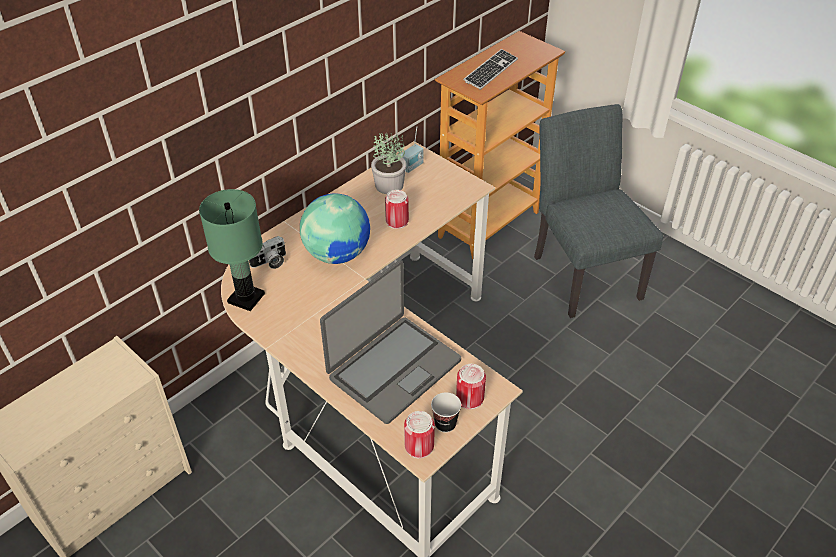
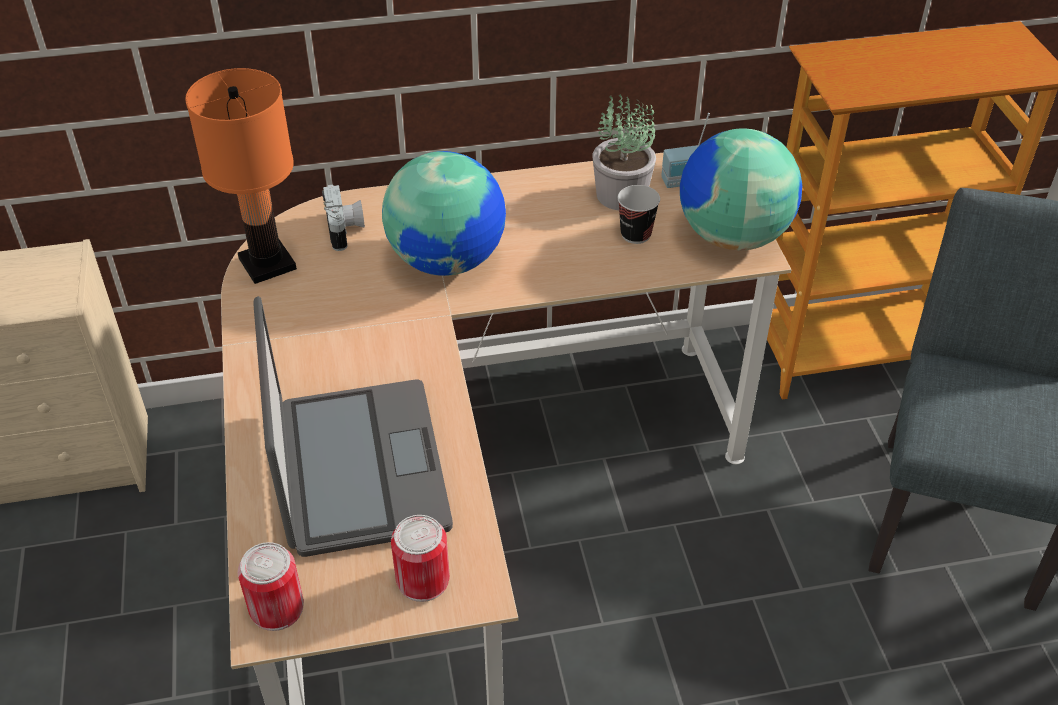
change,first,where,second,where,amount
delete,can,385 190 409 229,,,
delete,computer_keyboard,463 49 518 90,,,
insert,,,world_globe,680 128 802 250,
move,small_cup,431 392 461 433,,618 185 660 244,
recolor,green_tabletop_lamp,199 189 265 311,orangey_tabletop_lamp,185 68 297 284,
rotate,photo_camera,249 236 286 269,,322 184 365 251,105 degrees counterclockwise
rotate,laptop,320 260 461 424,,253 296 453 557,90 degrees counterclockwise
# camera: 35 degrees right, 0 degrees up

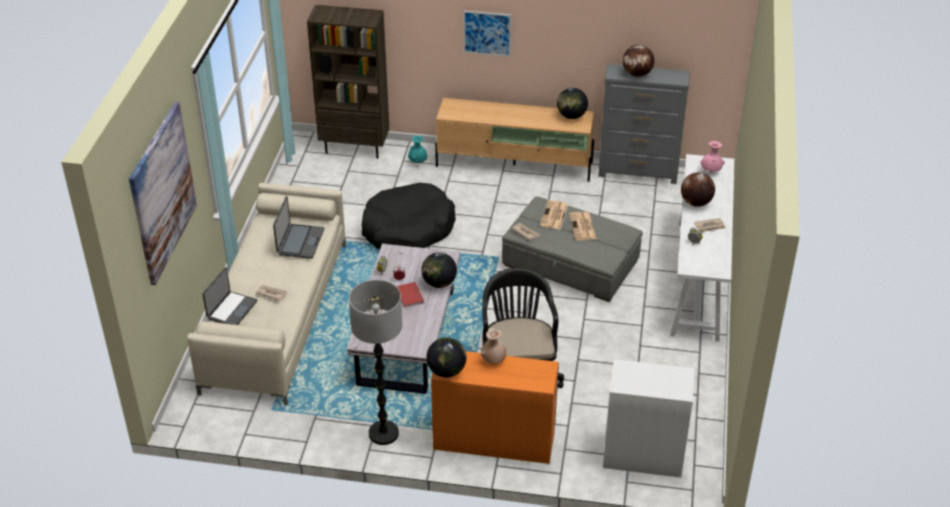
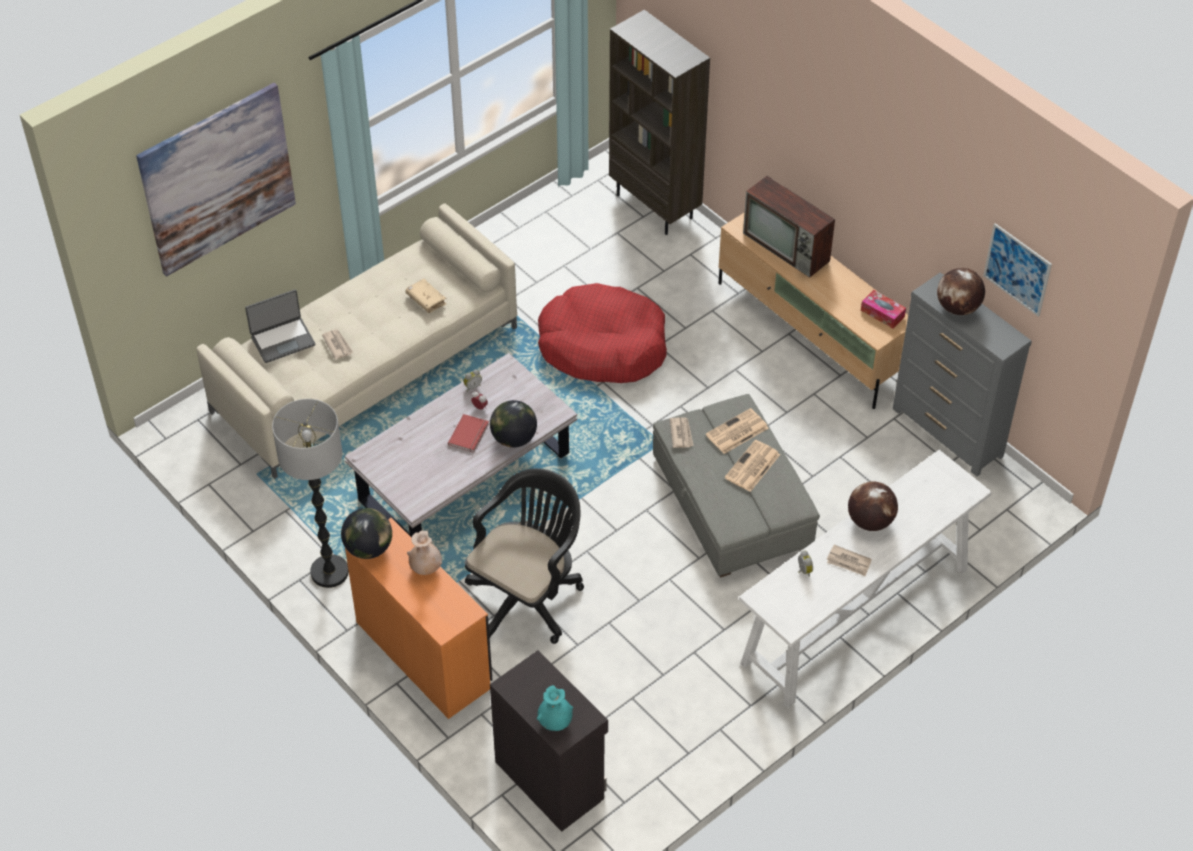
change,first,where,second,where,amount
delete,pink-coloured_vase,700 141 725 172,,,
insert,,,television,743 176 835 278,
move,turquoise-coloured_vase,408 135 427 163,,537 685 573 731,
move,picture,463 11 511 57,,983 223 1052 317,
replace,laptop,273 196 324 259,beige-coloured_volume,405 279 446 313,
replace,world_globe,557 88 588 119,box_of_tissues,861 290 906 328,
recolor,blackish_dog_cushion,362 183 456 250,red_dog_cushion,538 283 667 383,
recolor,white_storage_cabinet,603 359 695 478,blackish_storage_cabinet,490 650 608 832,
# camera: 40 degrees right, 10 degrees up

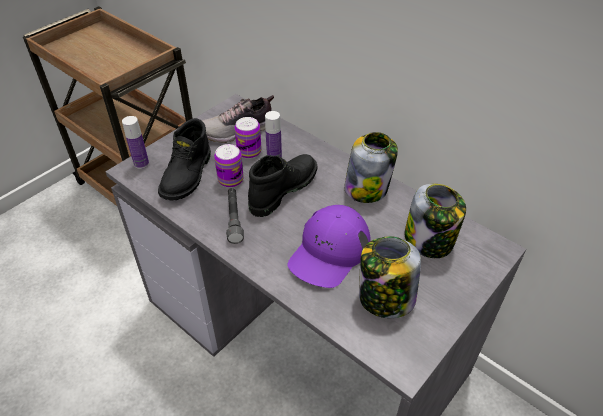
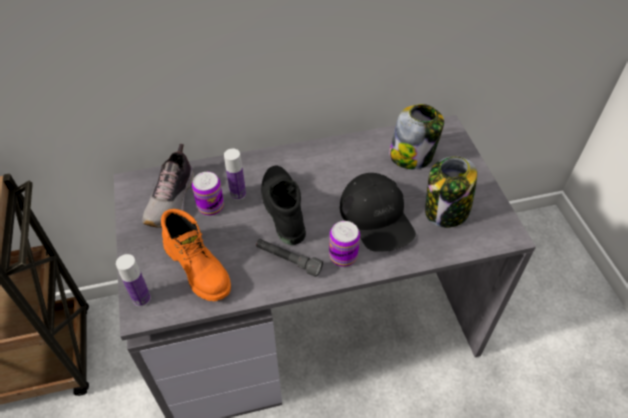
change,first,where,second,where,amount
delete,storage_jar,344 132 398 203,,,
move,can,214 144 244 188,,329 221 360 267,
recolor,blackish_boot,158 118 211 201,orangey_boot,161 209 231 301,
recolor,purplish_baseball_cap,287 205 371 288,blackish_baseball_cap,340 173 416 252,
# camera: 55 degrees left, 5 degrees up

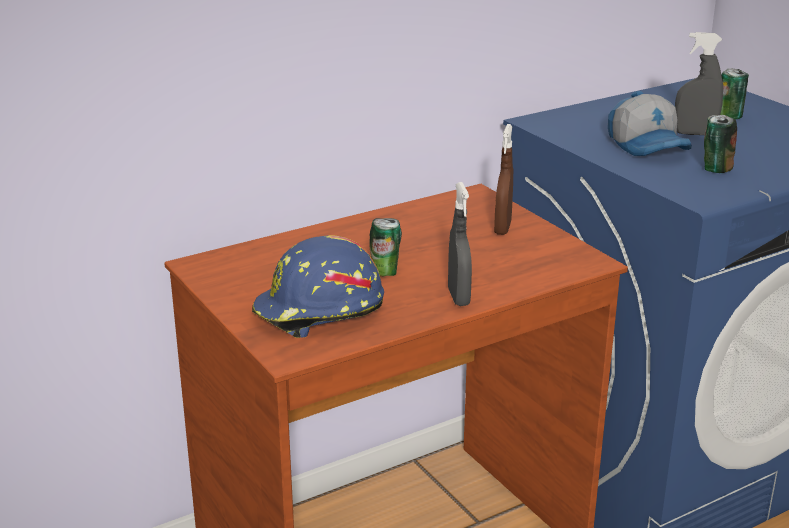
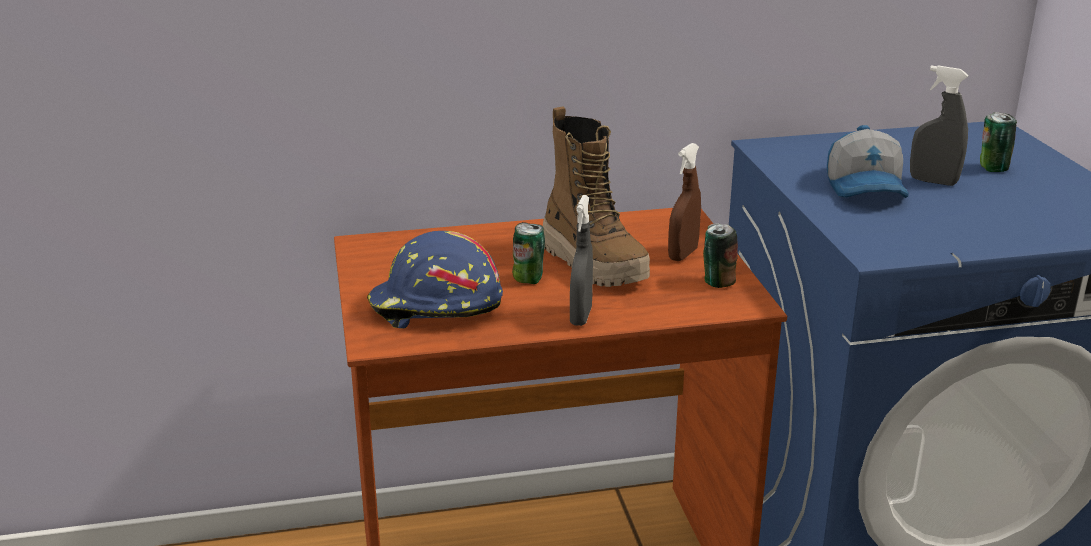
change,first,where,second,where,amount
insert,,,boot,543 106 650 287,
move,can,704 115 737 173,,703 223 738 288,
# camera: 20 degrees right, 0 degrees up

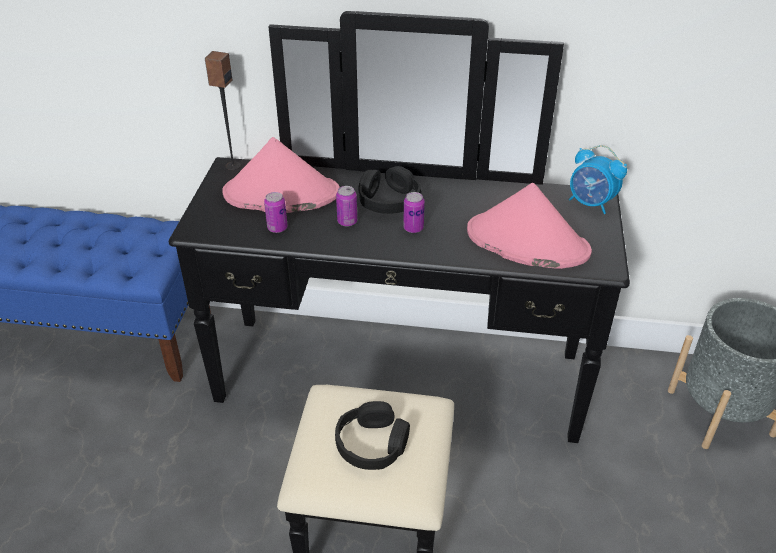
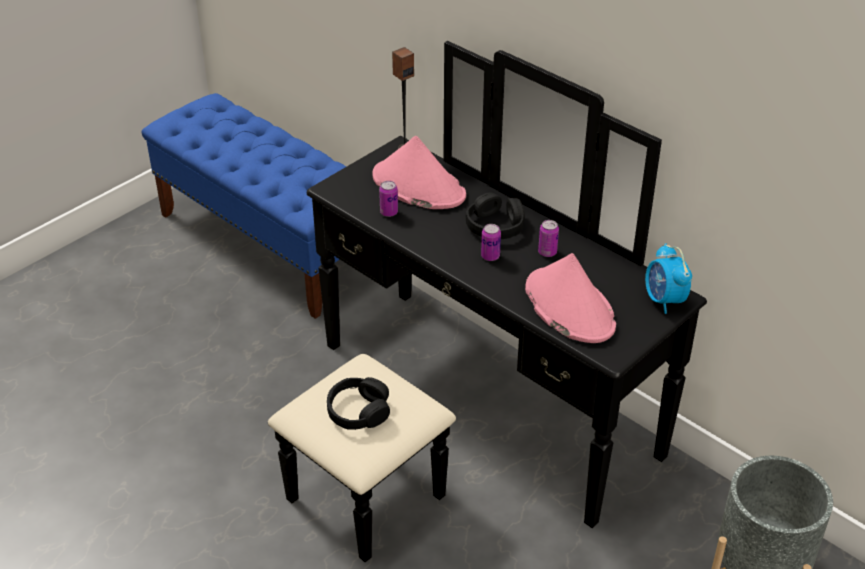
change,first,where,second,where,amount
move,can,336 186 357 227,,538 220 559 257,
# camera: 35 degrees right, 0 degrees up

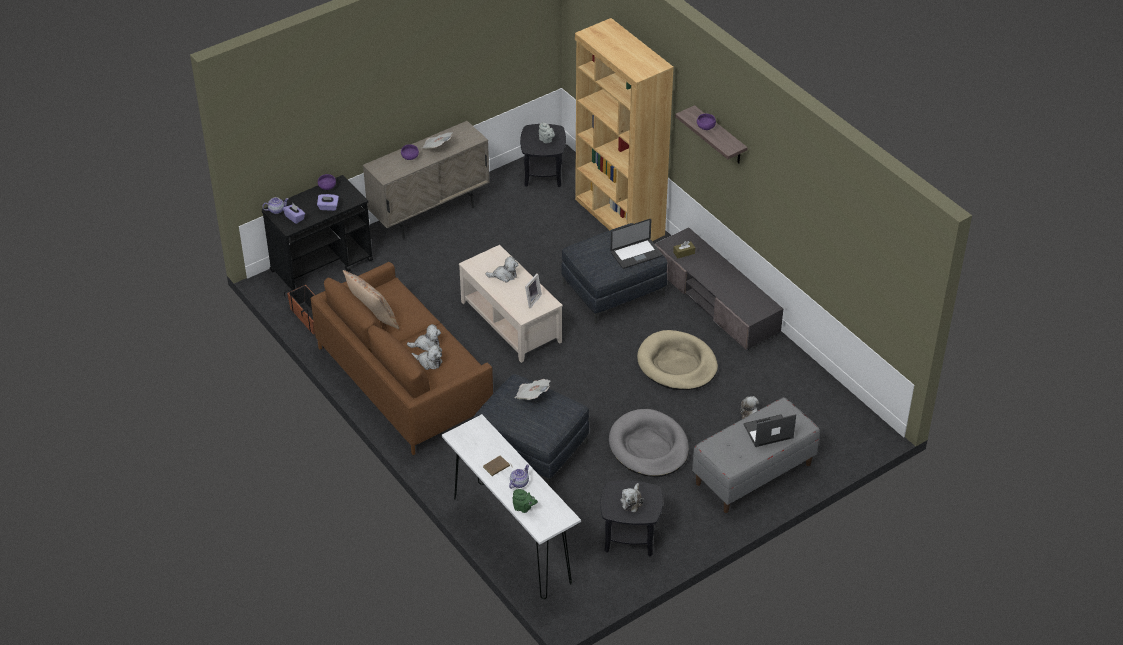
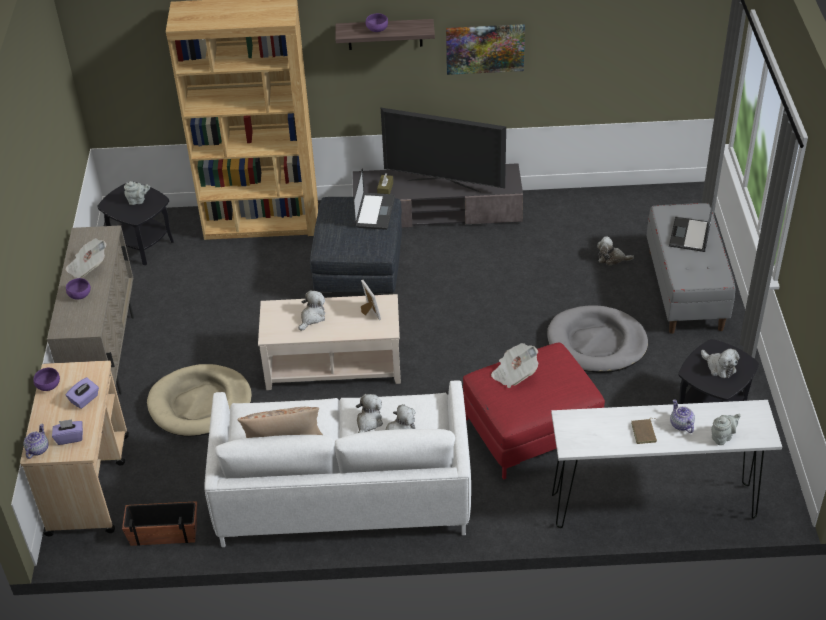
change,first,where,second,where,amount
insert,,,television,381 108 506 193,
insert,,,picture,446 24 525 75,
move,beige-coloured_dog_cushion,637 330 718 390,,147 364 252 436,
recolor,blackish_wheeled_cart,262 175 373 291,beige-coloured_wheeled_cart,20 360 129 536,
recolor,brown-coloured_settee,311 262 493 455,white_settee,204 380 471 547,
recolor,gray_ottoman,473 374 589 486,red_ottoman,463 342 605 480,
recolor,green_tea_pot,513 489 538 513,gray_tea_pot,711 414 741 445,
# camera: 55 degrees left, 0 degrees up

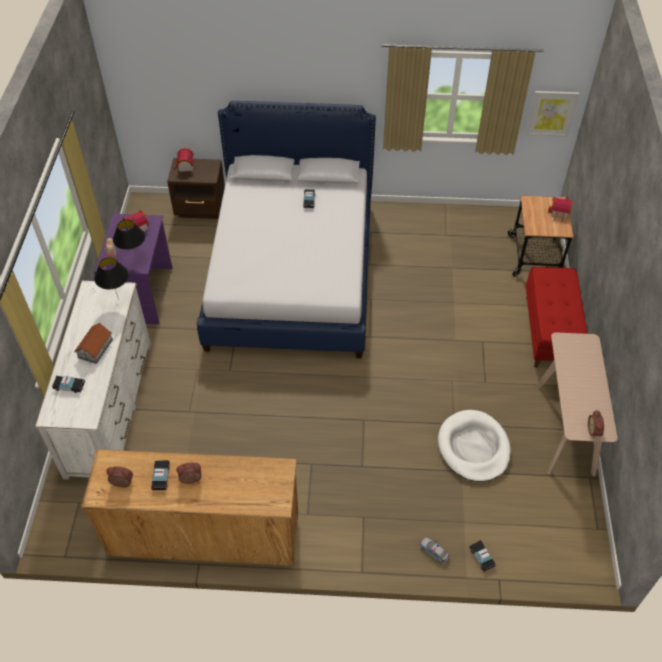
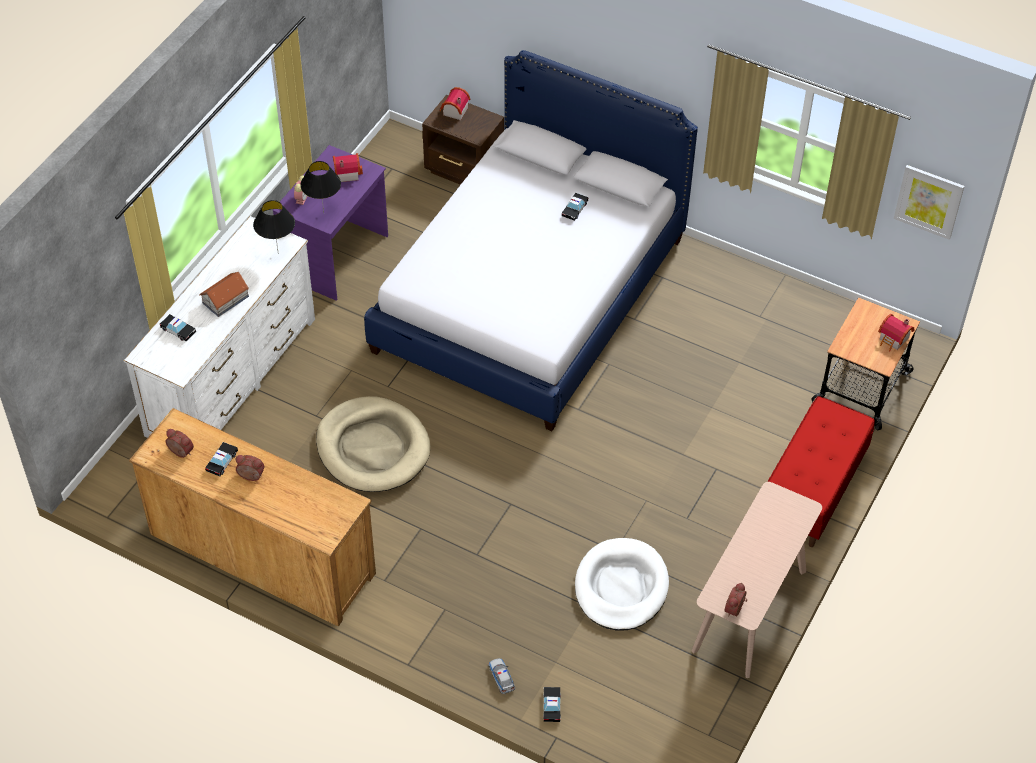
change,first,where,second,where,amount
insert,,,beige-coloured_dog_cushion,316 396 431 492,
# camera: 25 degrees right, 0 degrees up

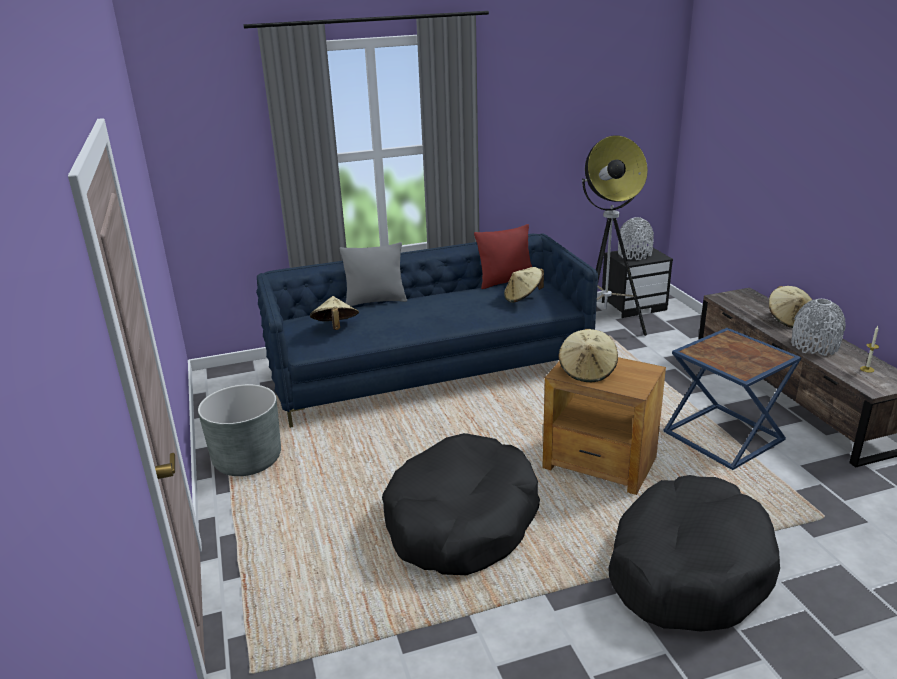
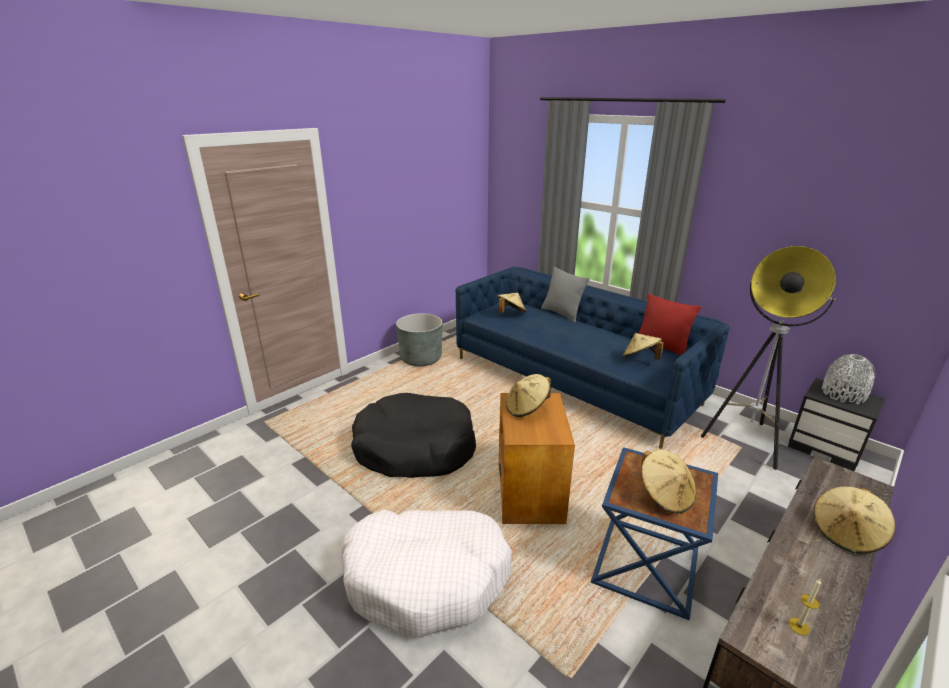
change,first,where,second,where,amount
delete,gray_vase,791 299 846 356,,,
insert,,,beige-coloured_clothing_hat,641 449 696 514,
recolor,blackish_dog_cushion,609 475 780 632,white_dog_cushion,342 510 512 636,
# camera: 60 degrees right, 0 degrees up

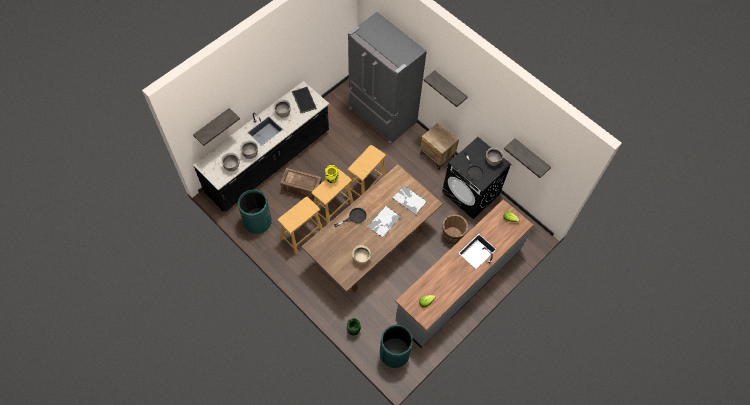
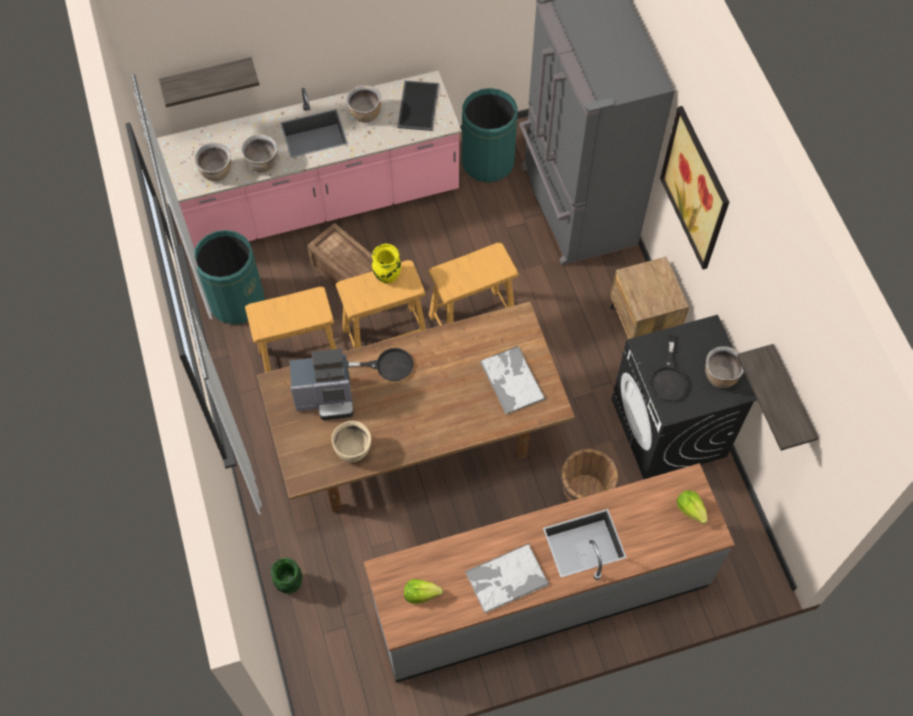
change,first,where,second,where,amount
insert,,,coffee_maker,289 349 354 420,
move,carrying_tray,367 206 401 238,,465 543 549 613,
move,green_trash_can,380 325 413 368,,462 88 518 183,
replace,shelf,424 70 468 107,picture,660 106 729 270,
recolor,blackish_kitchen_counter,192 81 329 212,pink-coloured_kitchen_counter,157 71 462 254,
# camera: 30 degrees right, 0 degrees up

